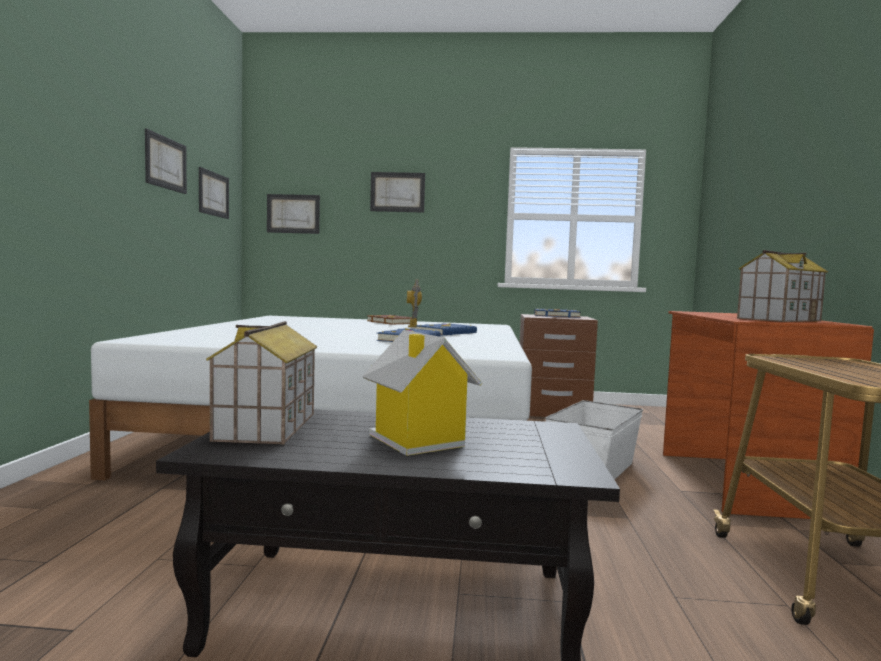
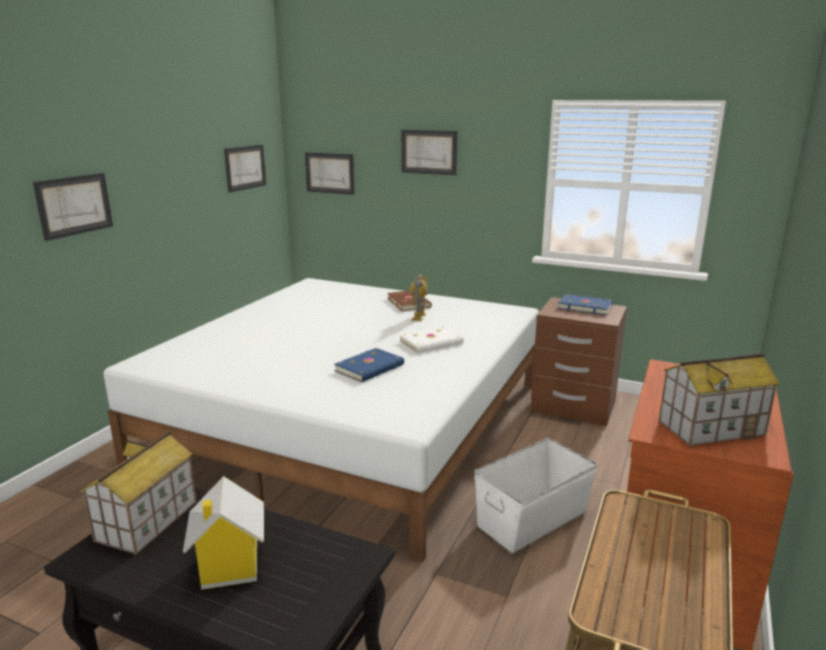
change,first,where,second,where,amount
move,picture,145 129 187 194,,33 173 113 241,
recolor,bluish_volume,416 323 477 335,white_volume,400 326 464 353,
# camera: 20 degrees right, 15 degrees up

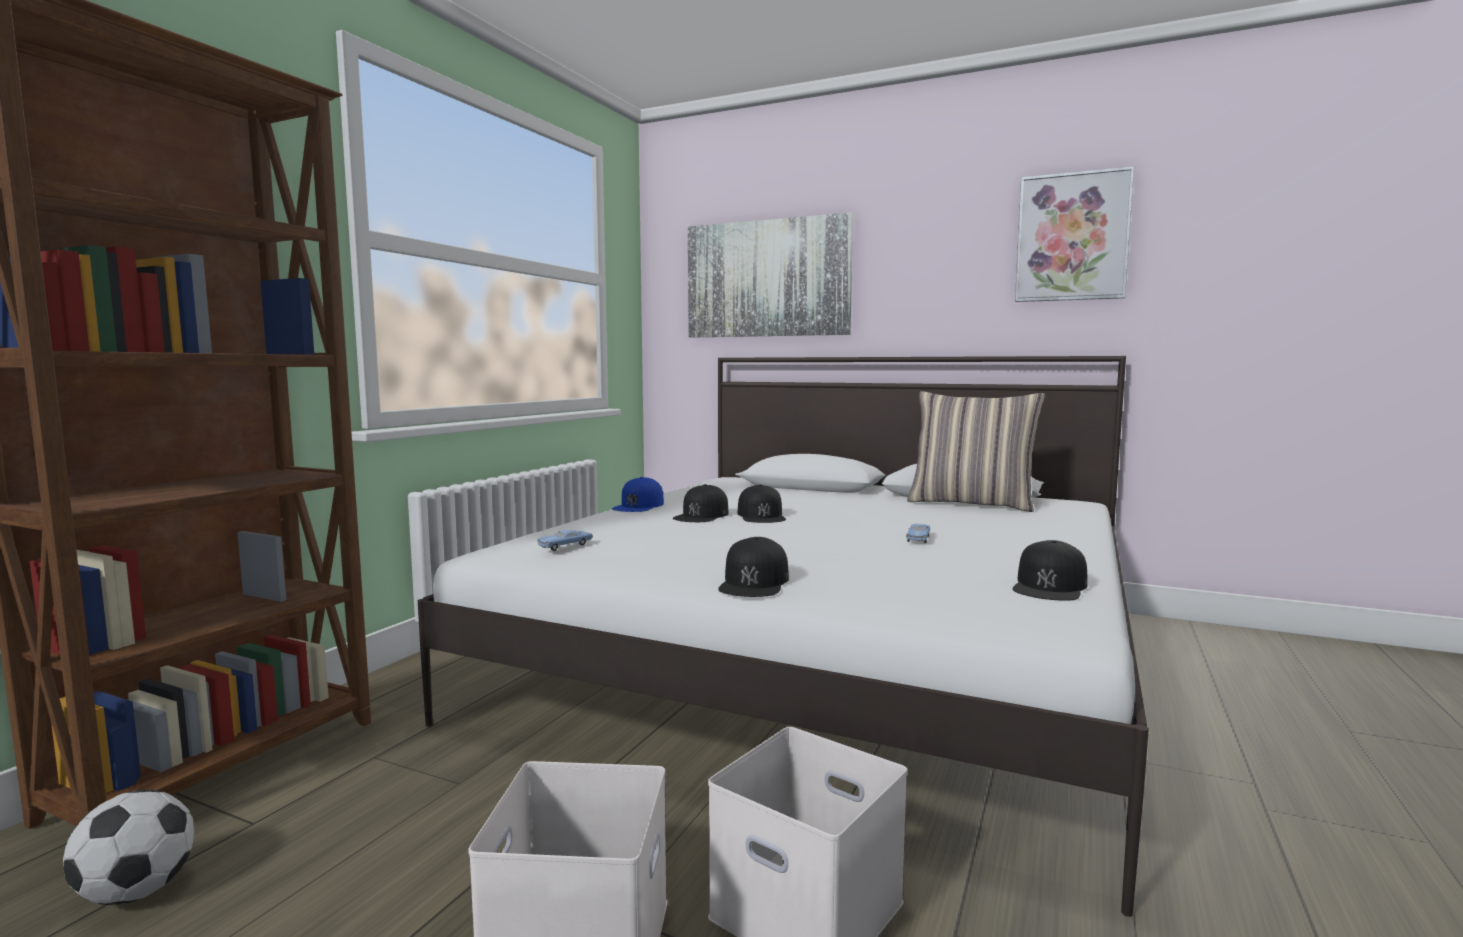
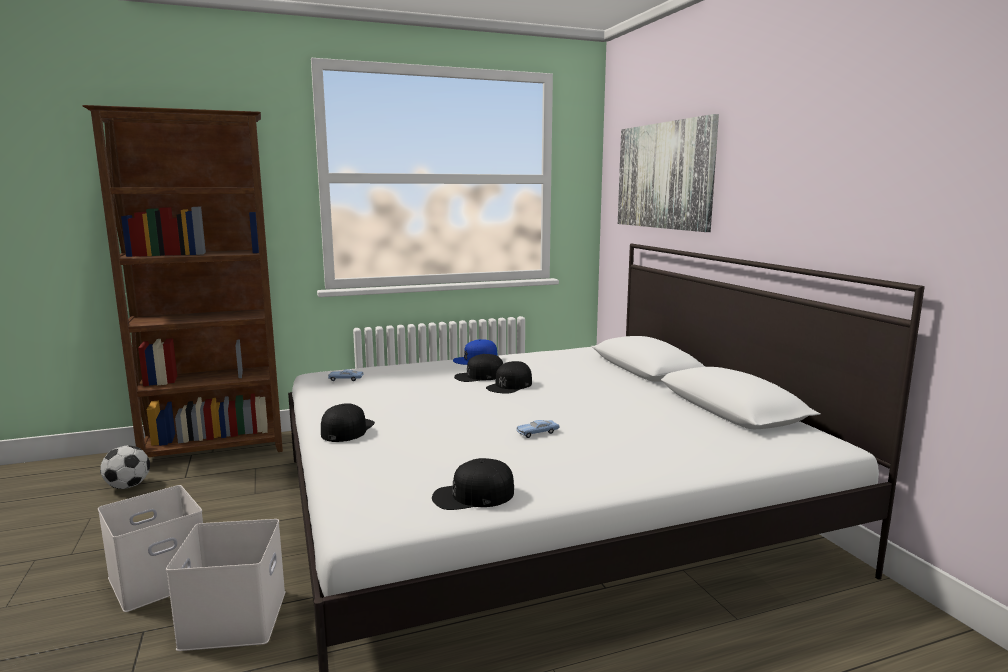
change,first,where,second,where,amount
delete,cushion,907 391 1045 512,,,
delete,picture,1015 166 1134 302,,,
rotate,blackish_baseball_cap,718 537 789 597,,321 403 375 442,135 degrees clockwise
# camera: 45 degrees right, 5 degrees up

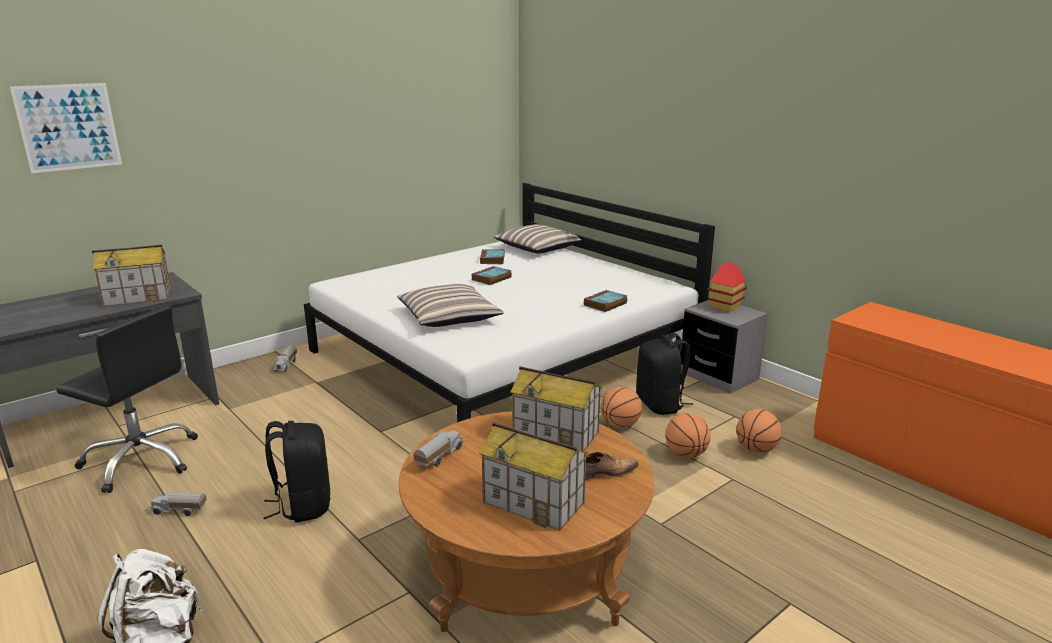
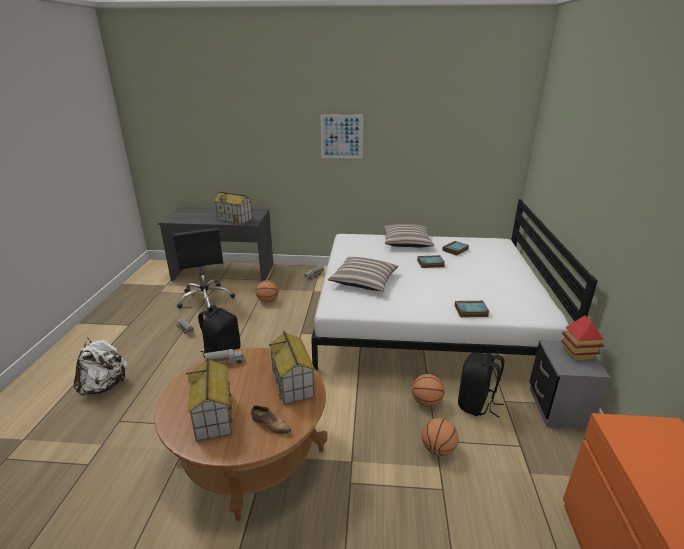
change,first,where,second,where,amount
move,picture,10 83 122 173,,321 114 363 158,
move,cushion,494 224 582 254,,383 224 434 248,
move,basketball_ball,736 409 782 453,,255 280 279 302,
# camera: 45 degrees right, 5 degrees up

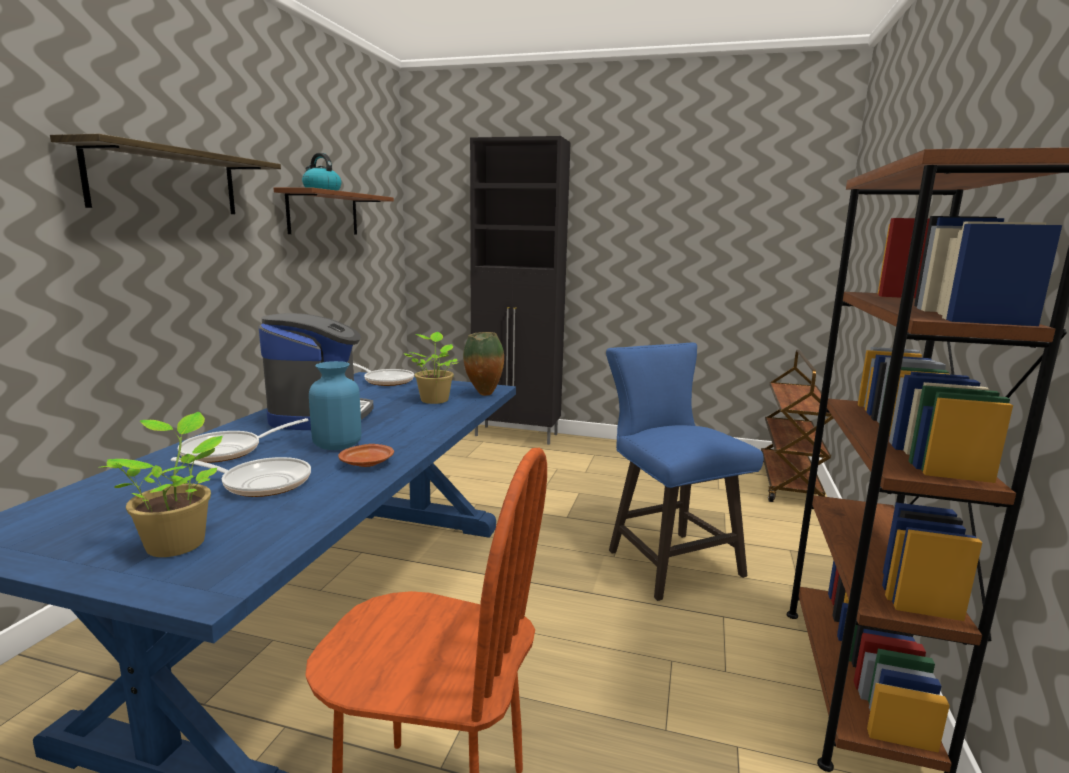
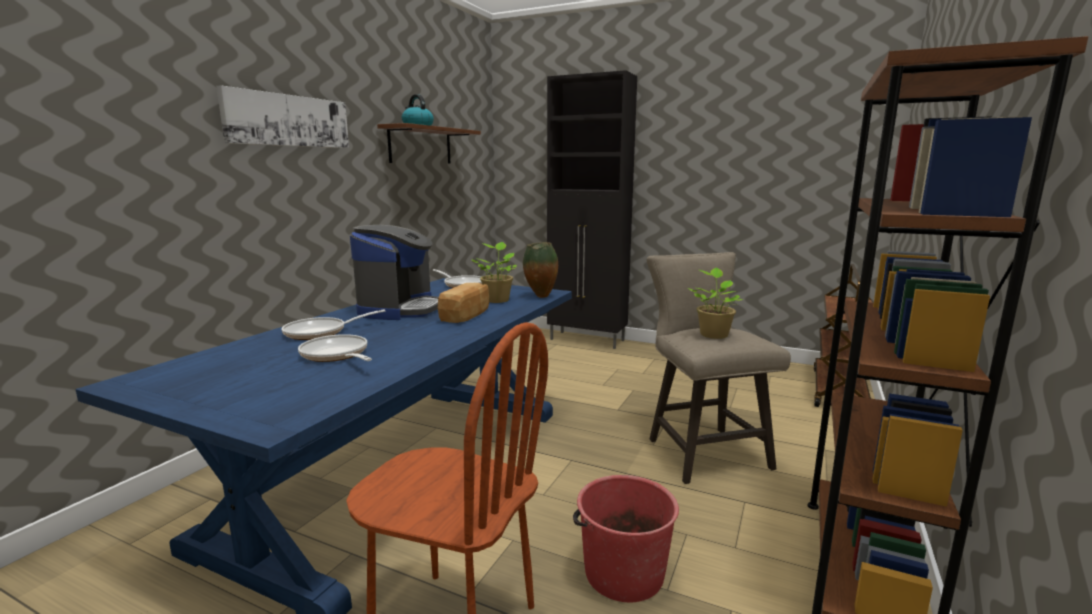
change,first,where,second,where,amount
delete,bluish_vase,309 361 361 450,,,
delete,brown-coloured_dinner_plate,338 444 394 467,,,
insert,,,baked_bread,438 283 489 323,
insert,,,red_pail,573 475 679 602,
move,potted_plant,99 412 223 557,,688 268 743 339,
replace,shelf,50 134 281 214,picture,216 85 349 148,
recolor,bluish_sitting_stool,606 343 764 601,beige-coloured_sitting_stool,647 252 791 484,
rotate,pan,171 457 311 497,,298 334 372 362,150 degrees counterclockwise
# camera: 10 degrees right, 0 degrees up

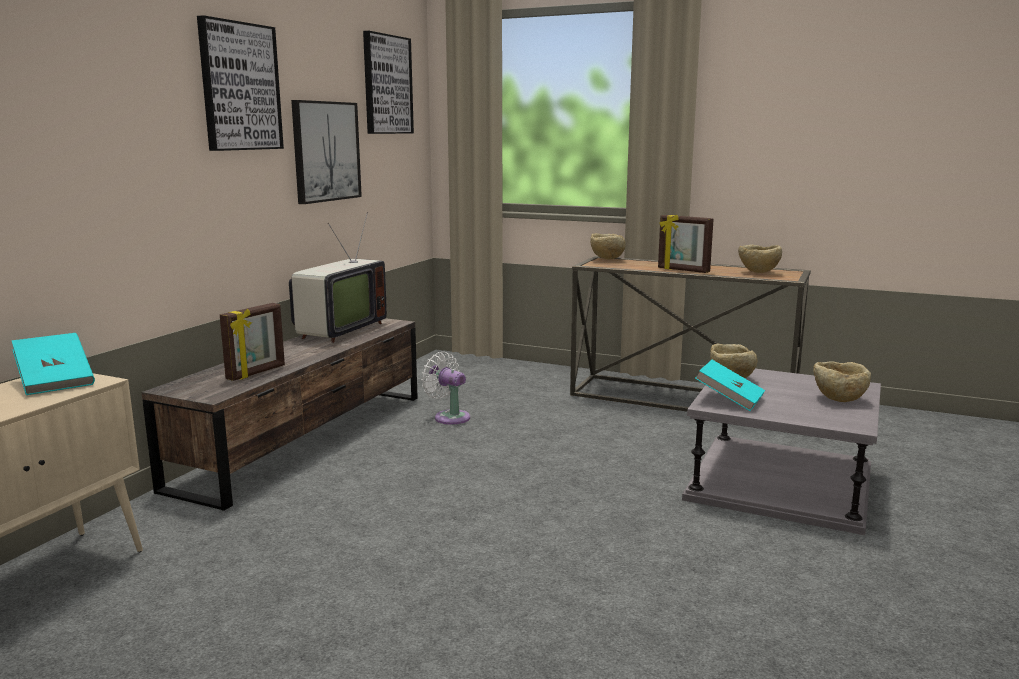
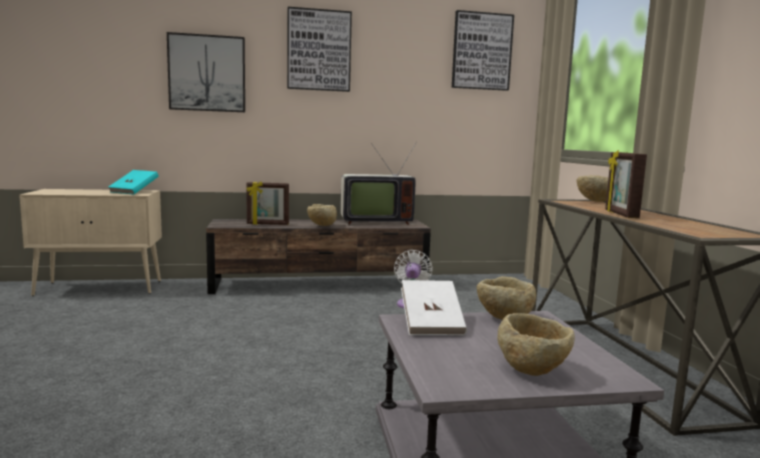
change,first,where,second,where,amount
move,picture,291 100 362 204,,167 32 245 112,
move,beige-coloured_serving_bowl,738 244 782 273,,307 204 337 226,
recolor,turquoise-coloured_volume,695 360 765 411,white_volume,401 280 467 335,
# camera: 55 degrees right, 5 degrees down

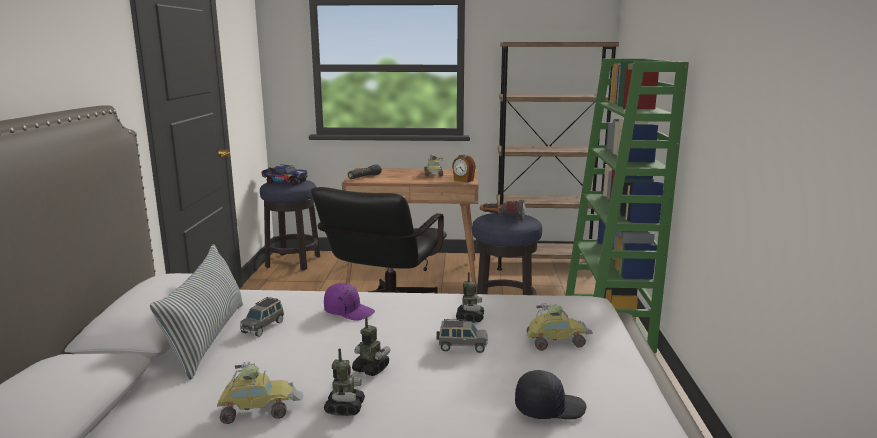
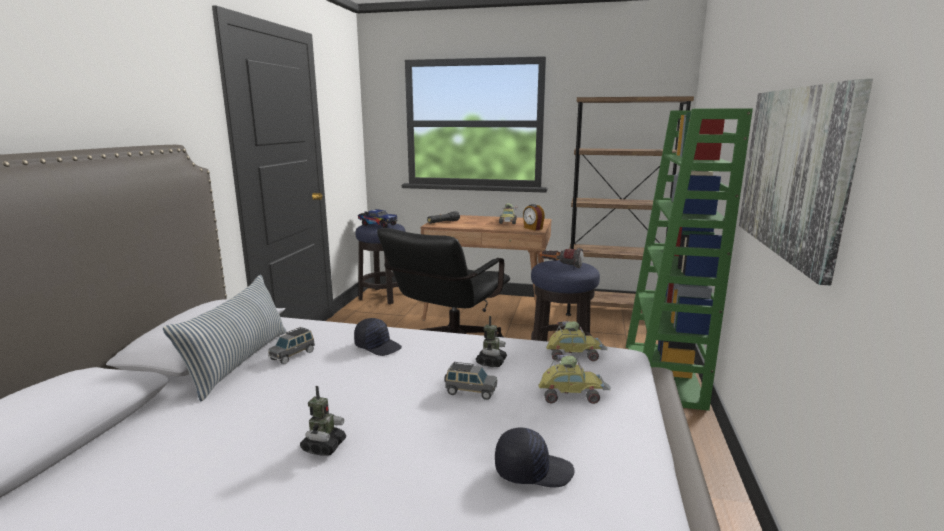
change,first,where,second,where,amount
delete,robot_figure,352 316 391 376,,,
insert,,,picture,739 79 873 286,
move,miniature_car,217 362 304 424,,546 320 608 362,
recolor,purplish_baseball_cap,324 283 375 321,blackish_baseball_cap,354 318 402 356,
# camera: 10 degrees right, 0 degrees up

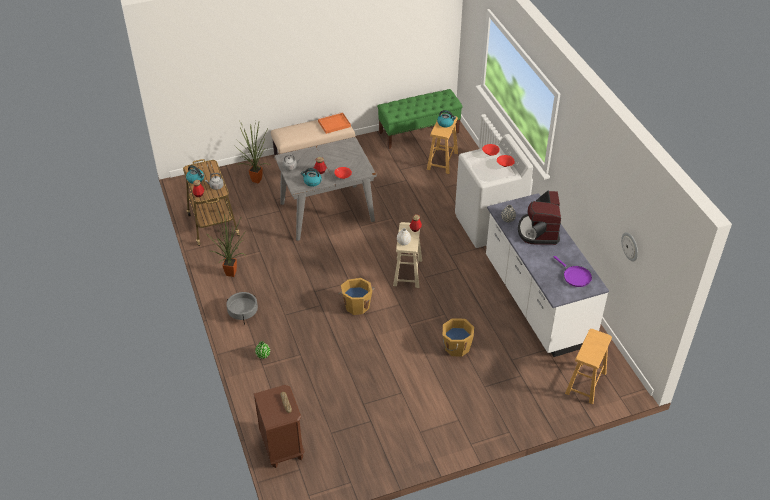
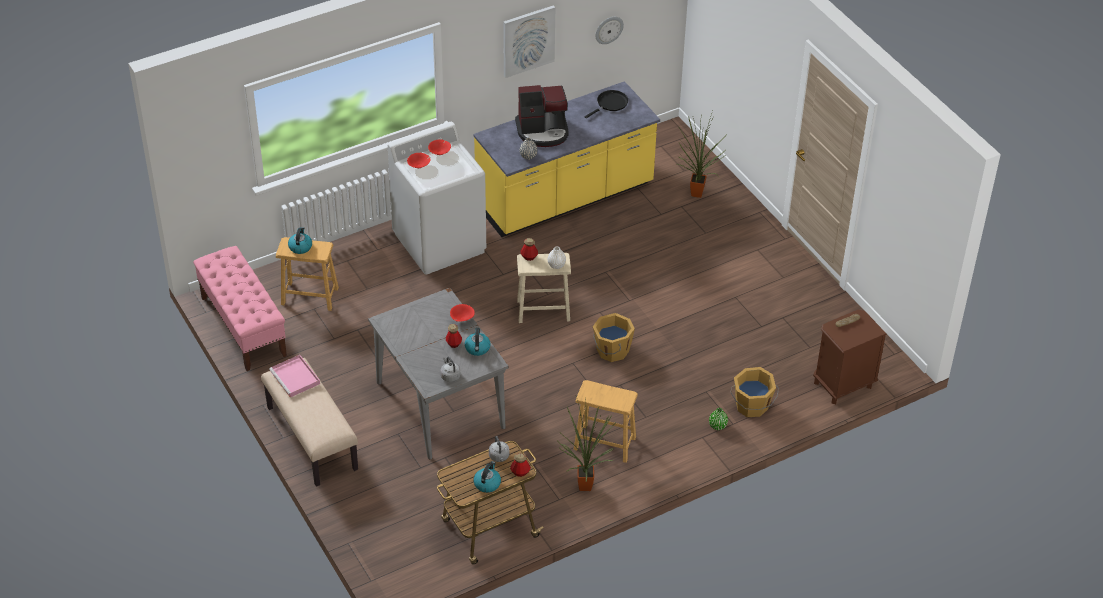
change,first,where,second,where,amount
delete,gray_planter,226 292 258 325,,,
insert,,,picture,503 5 555 78,
move,potted_plant,233 121 270 183,,678 111 727 198,
move,orangey_pail,443 318 474 357,,730 367 779 417,
move,brown-coloured_sitting_stool,565 329 612 404,,574 380 638 463,
recolor,orangey_carrying_tray,318 112 351 134,pink-coloured_carrying_tray,269 355 320 398,
recolor,green_long_seat,377 89 463 149,pink-coloured_long_seat,193 246 287 371,
recolor,white_kitchen_counter,486 193 609 357,yellow-coloured_kitchen_counter,473 81 660 237,
recolor,purplish_pan,554 256 592 287,blackish_pan,585 90 628 118,
# camera: 100 degrees left, 0 degrees up

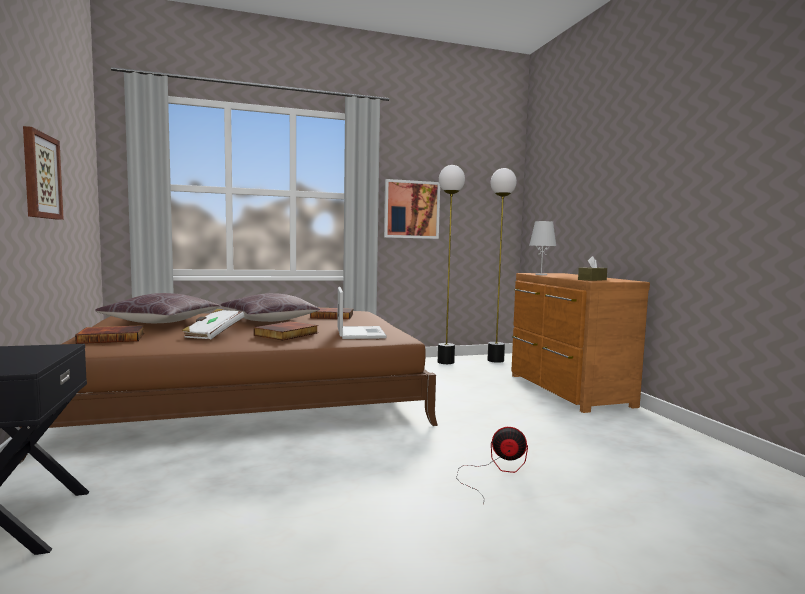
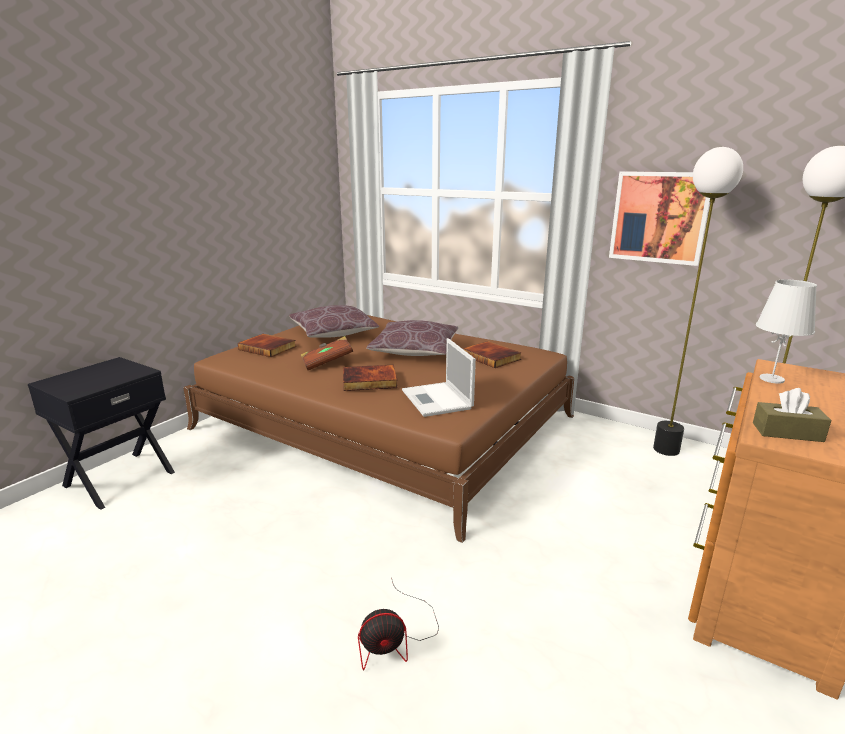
change,first,where,second,where,amount
delete,picture,23 126 64 220,,,
recolor,white_volume,182 309 244 339,brown-coloured_volume,301 336 353 370,
rotate,laptop,337 287 387 339,,402 338 476 417,120 degrees clockwise
rotate,fan,456 427 528 498,,358 577 439 670,105 degrees clockwise
# camera: 50 degrees right, 15 degrees up

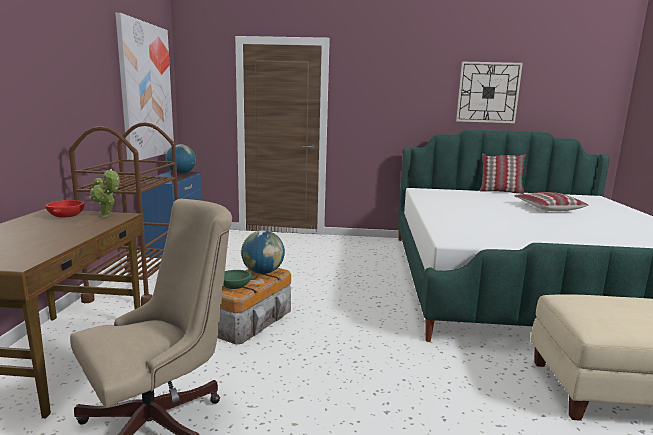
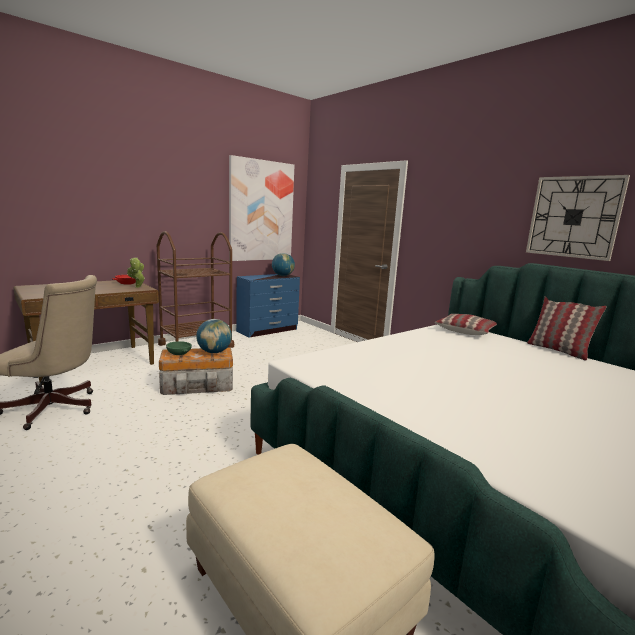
change,first,where,second,where,amount
move,cushion,514 192 588 211,,435 314 497 335,
# camera: 45 degrees right, 0 degrees up

